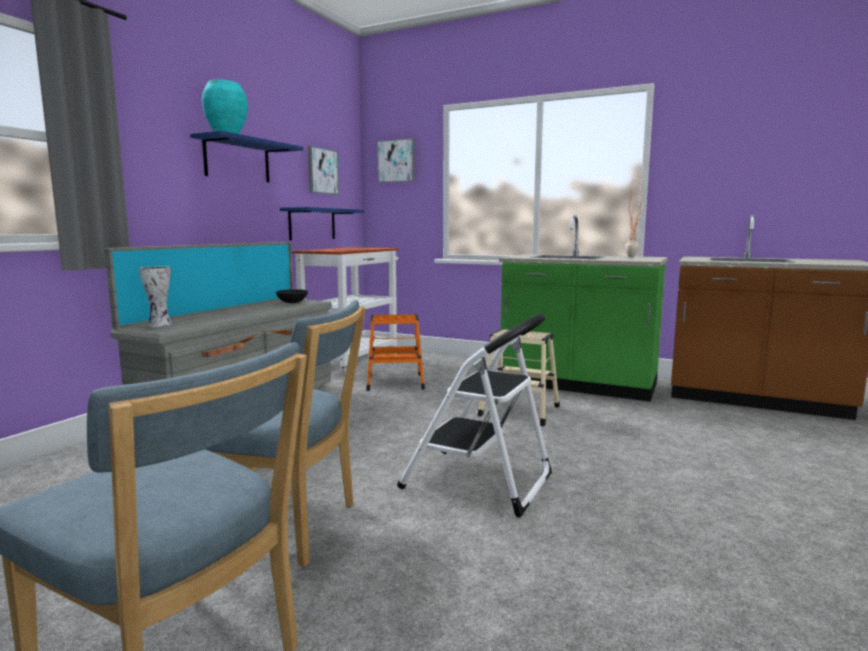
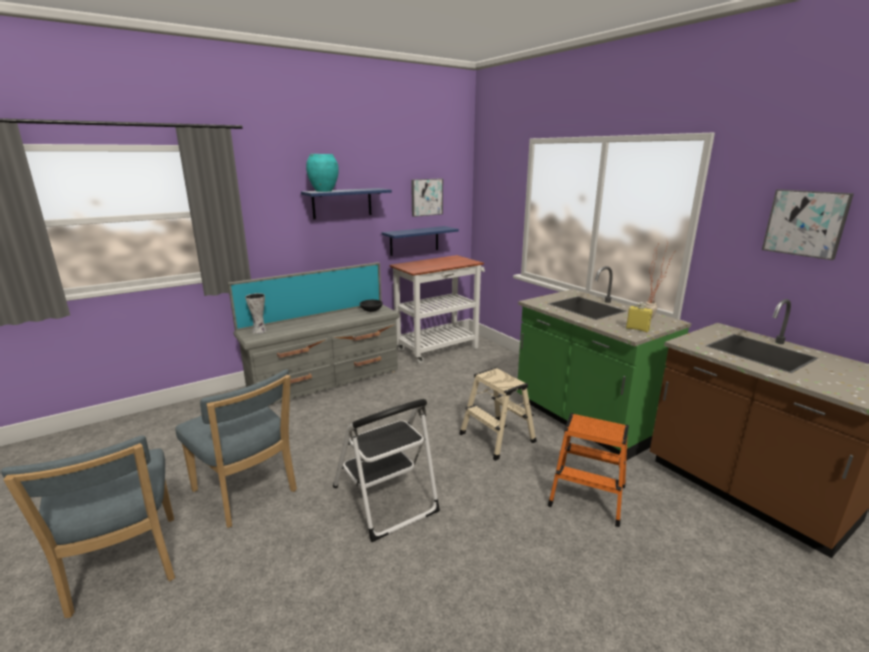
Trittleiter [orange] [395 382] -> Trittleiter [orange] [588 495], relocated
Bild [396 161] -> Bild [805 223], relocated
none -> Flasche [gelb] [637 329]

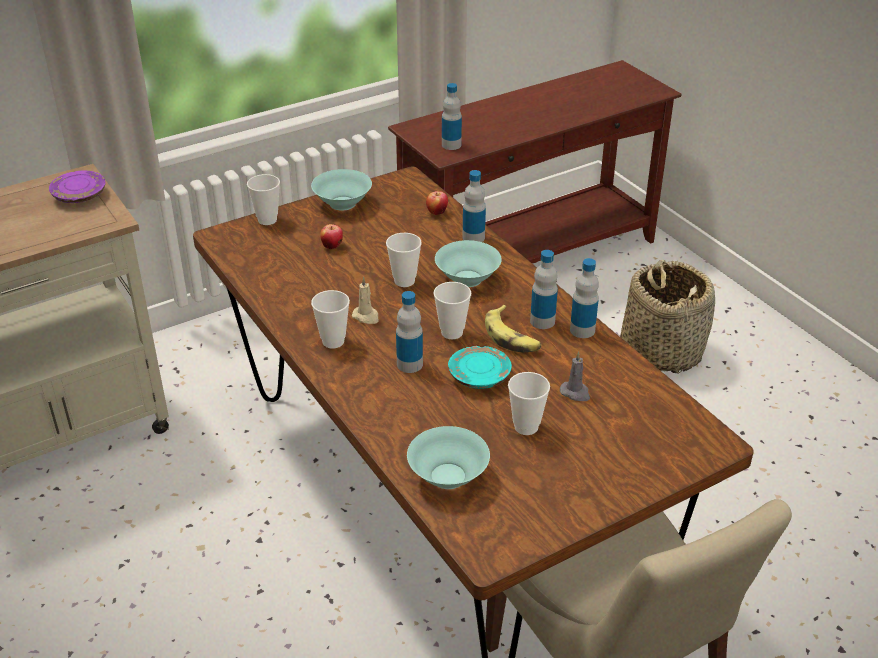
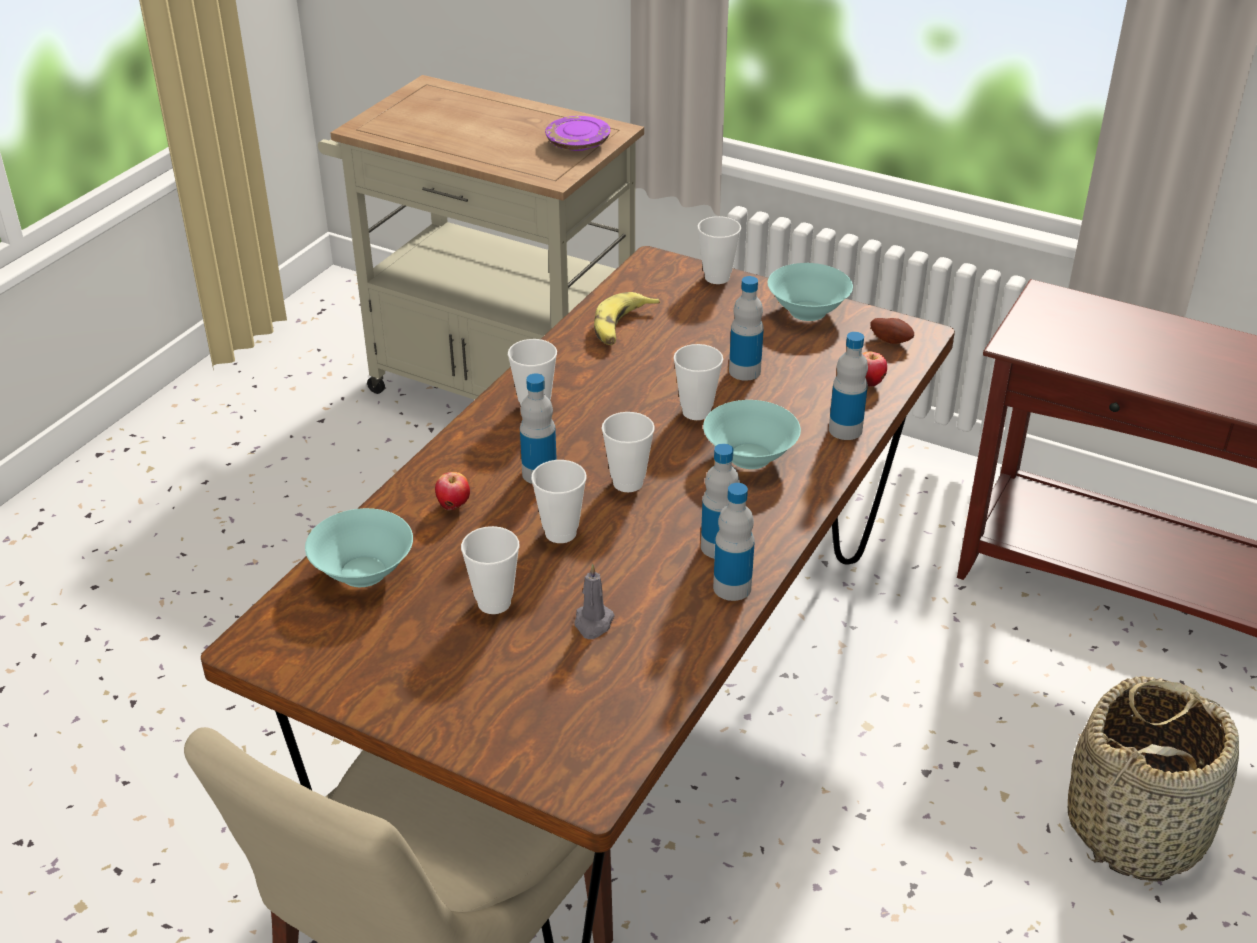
Apfel [332 246] -> Apfel [454 506], relocated
Kerze [beige] [366 317] -> none
Flasche [451 145] -> Flasche [744 371], relocated
Teller [türkis] [479 376] -> Tasse [560 533]
Banane [512 337] -> Banane [622 327], relocated
none -> Kartoffel [891 340]

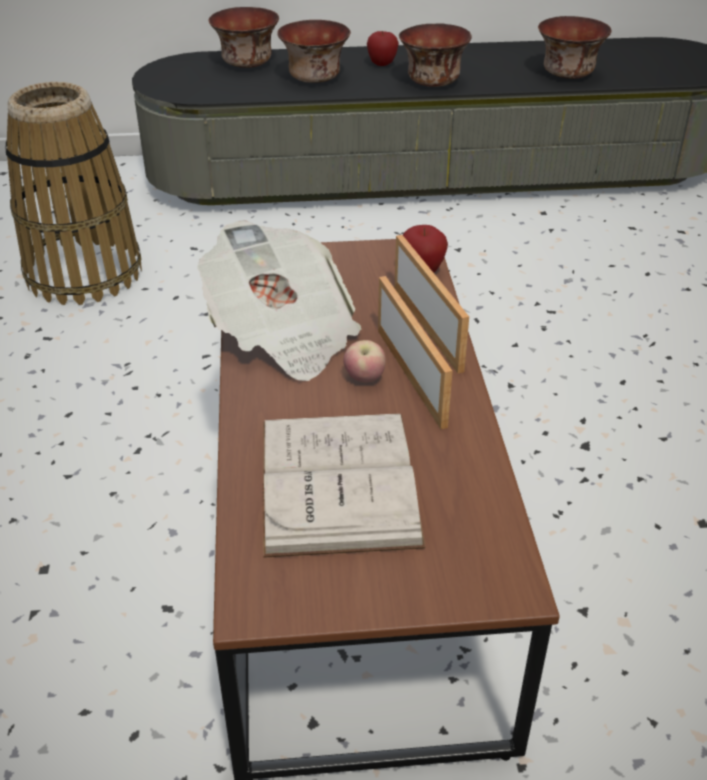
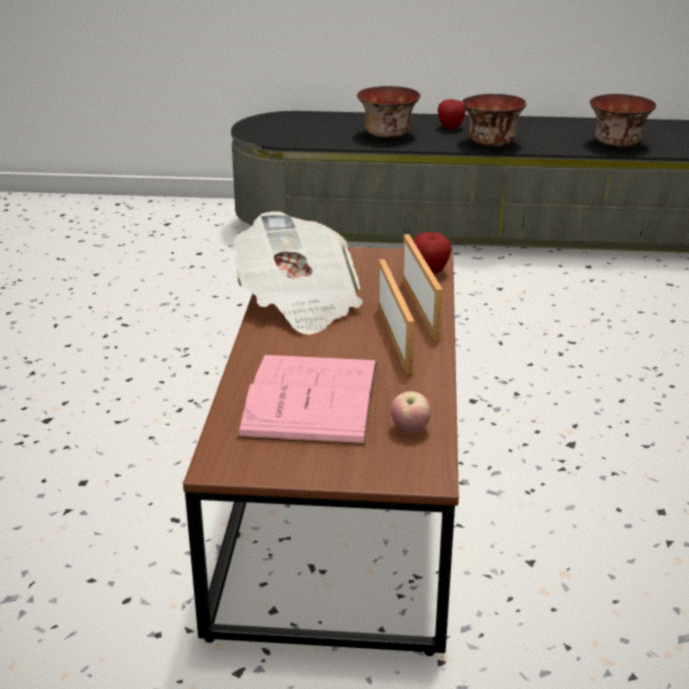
Korb [85 273] -> none
Schüssel [248 64] -> none
Buch [weiß] [338 481] -> Buch [rosa] [311 399]
Apfel [364 378] -> Apfel [410 429], relocated

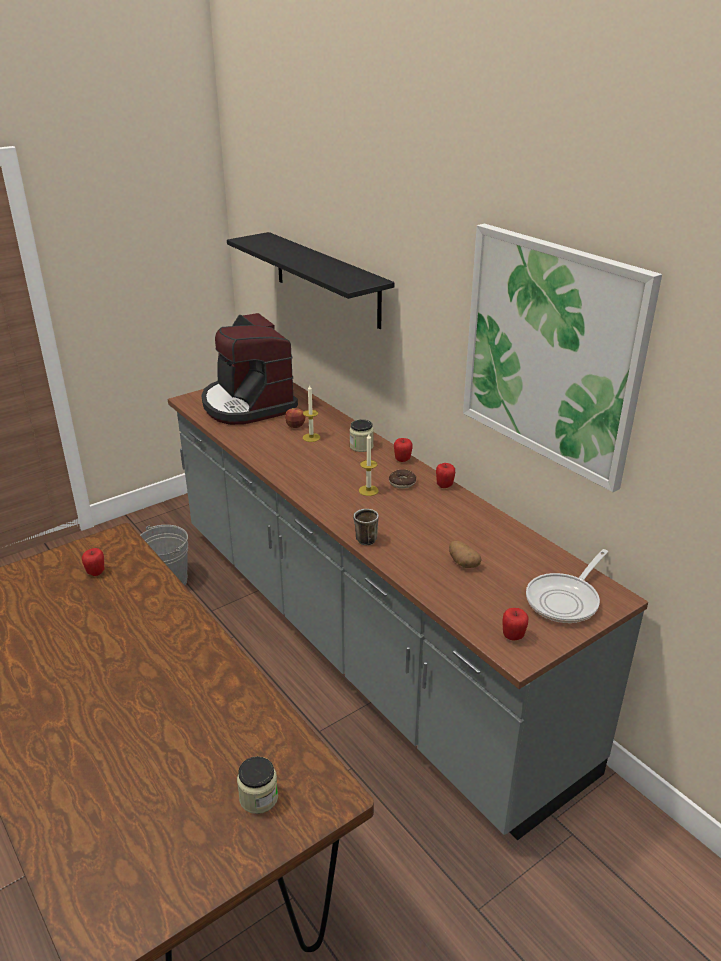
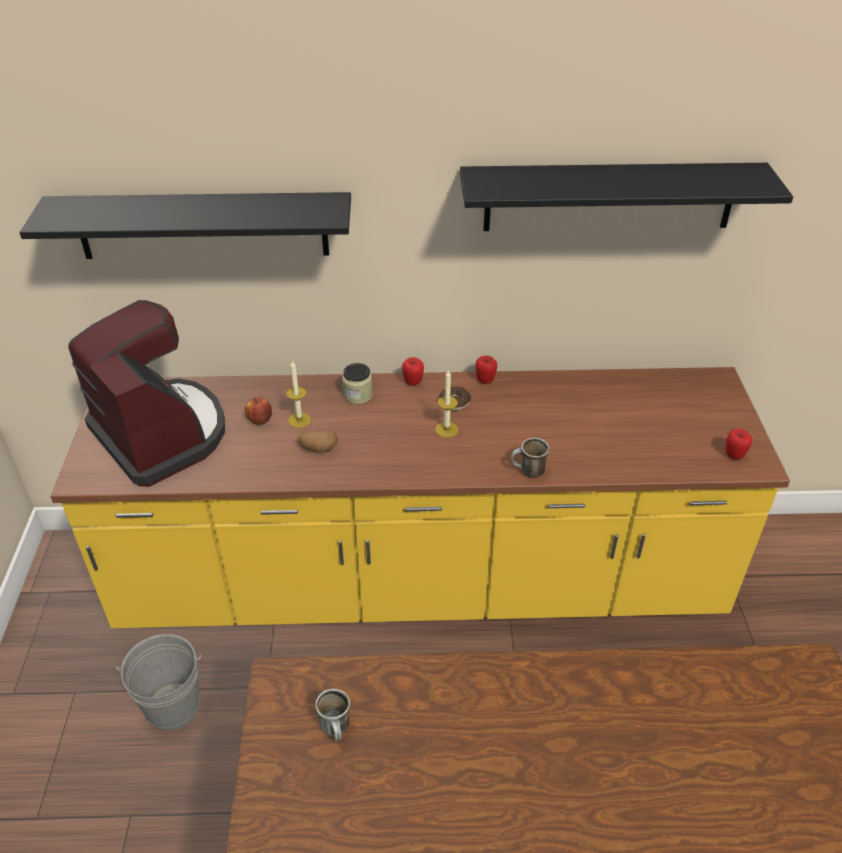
Apfel [96 572] -> Henkelbecher [337 730]
Küchenzeile [grau] [360 637] -> Küchenzeile [gelb] [421 582]
Kaffeemaschine [247 404] -> Kaffeemaschine [161 434], 135 degrees counterclockwise
Vorratsglas [258 798] -> none
Kartoffel [462 563] -> Kartoffel [318 449], relocated
Bild [551 353] -> Wandregal [schwarz] [609 197]
Pfanne [565 600] -> none

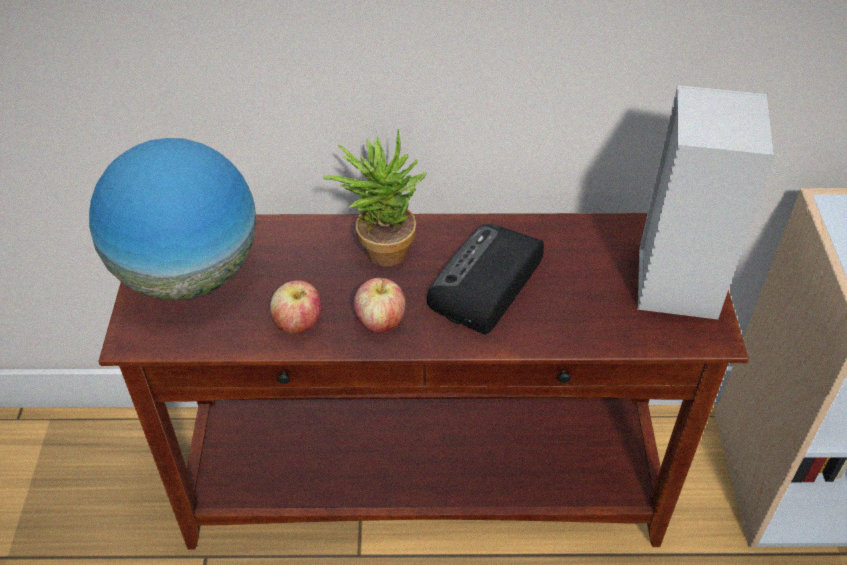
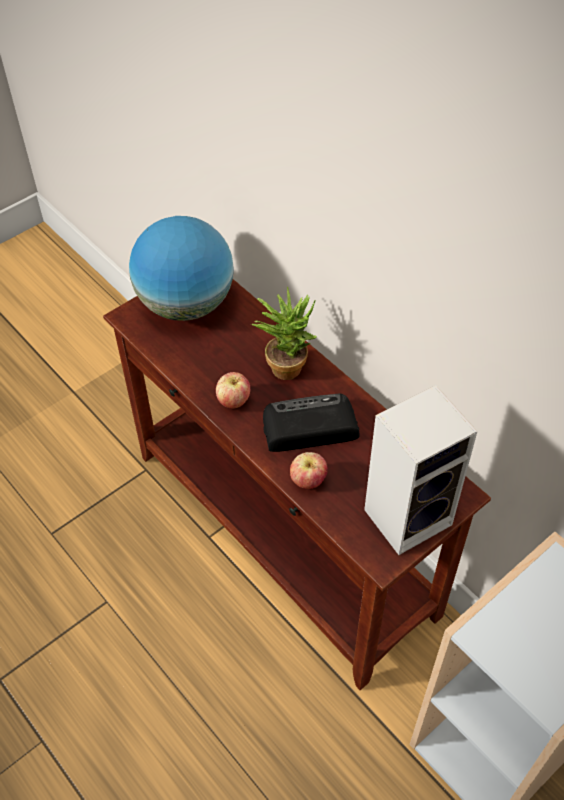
Apfel [298 324] -> Apfel [308 481], relocated

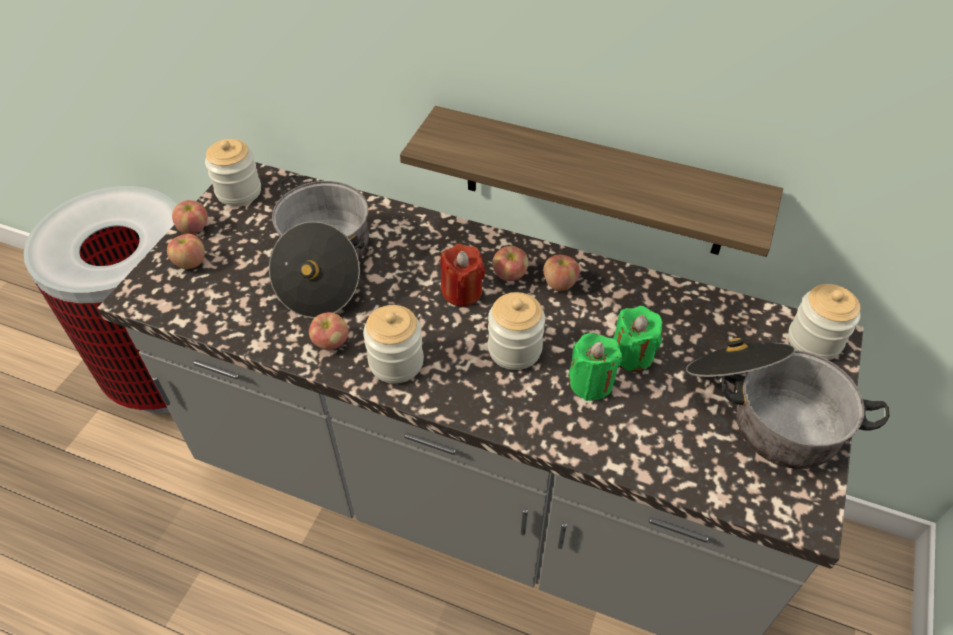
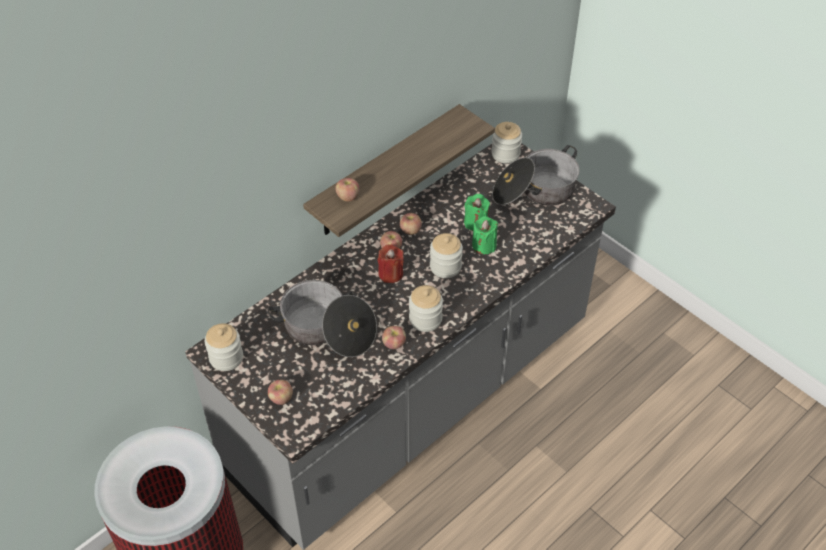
Apfel [194 228] -> Apfel [347 197], relocated

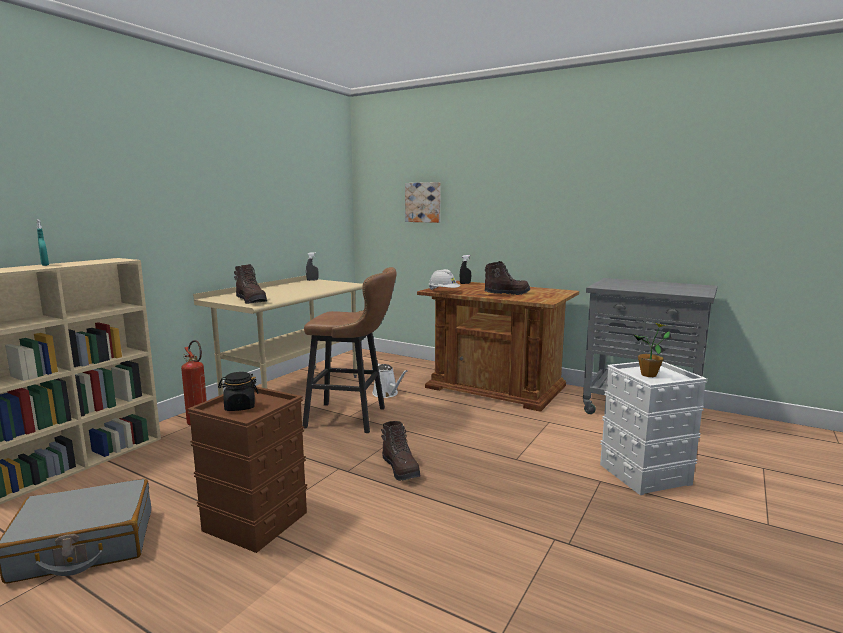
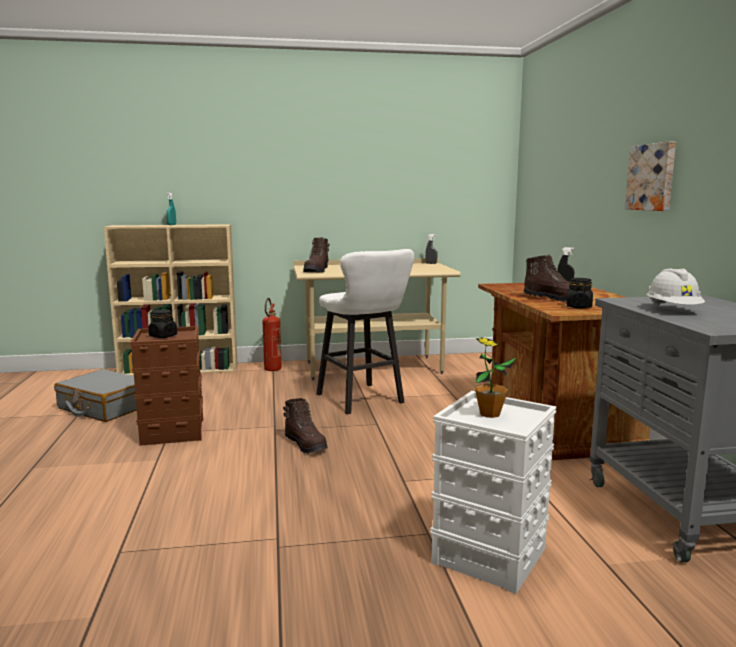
Hocker [braun] [355 418] -> Hocker [weiß] [364 401]
Gießkanne [weiß] [387 394] -> none
Stiefel [braun] [401 469] -> Stiefel [braun] [306 445], 60 degrees counterclockwise
Bild [423 202] -> Bild [652 177], relocated
Schutzhelm [weiß] [443 291] -> Schutzhelm [weiß] [673 310], relocated
none -> Vorratsglas [schwarz] [578 307]

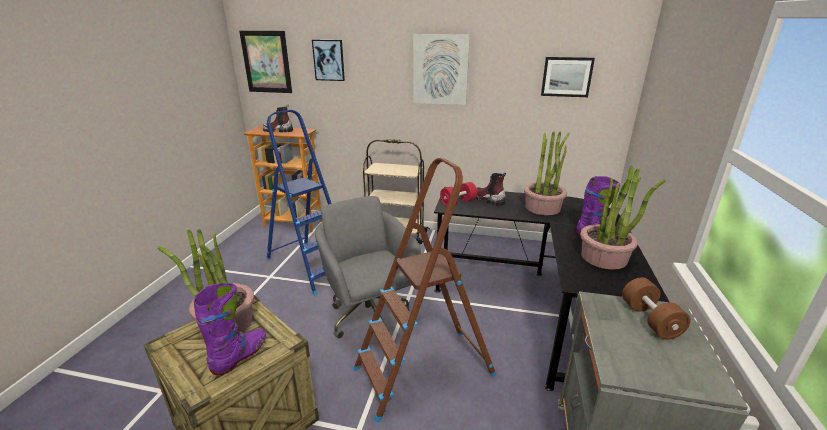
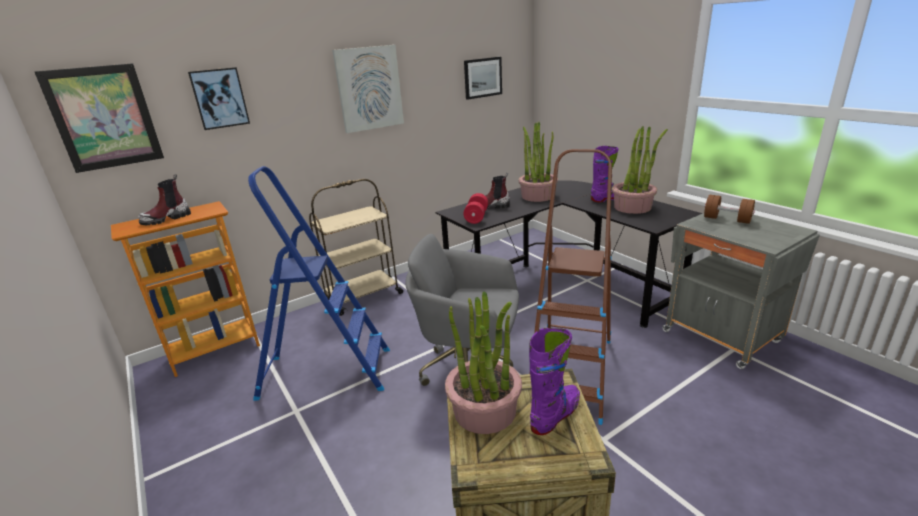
Stiefel [lila] [240 356] -> Stiefel [lila] [555 415], 60 degrees clockwise

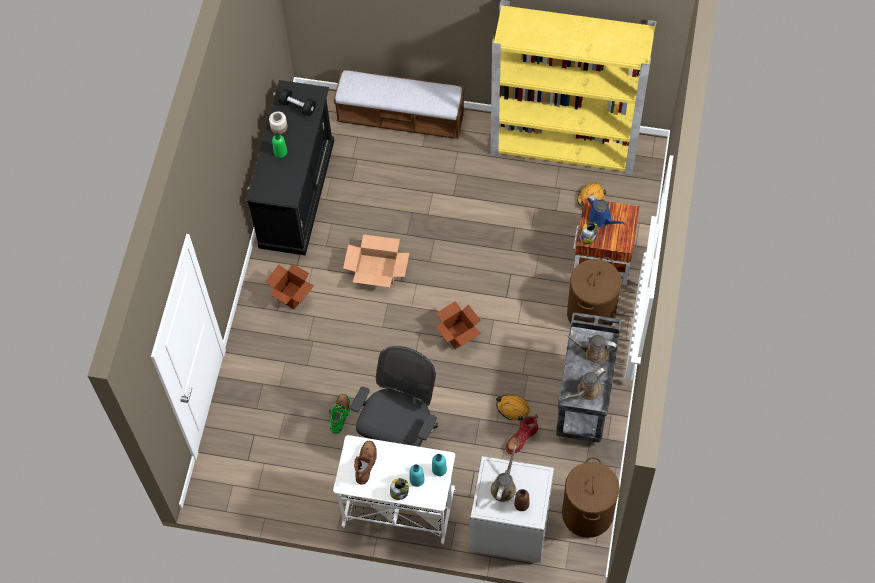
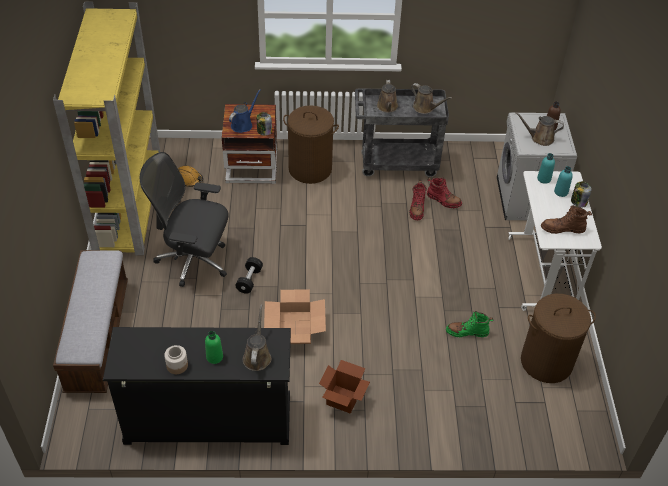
Hantel [schwarz] [297 106] -> Hantel [schwarz] [249 280], relocated
Bürostuhl [400 436] -> Bürostuhl [194 261], relocated
Karton [458 334] -> none
Schutzhelm [orange] [513 408] -> Stiefel [rot] [417 208]
Wäschekorb [braun] [587 513] -> Wäschekorb [braun] [546 361], relocated
none -> Gießkanne [braun] [257 356]

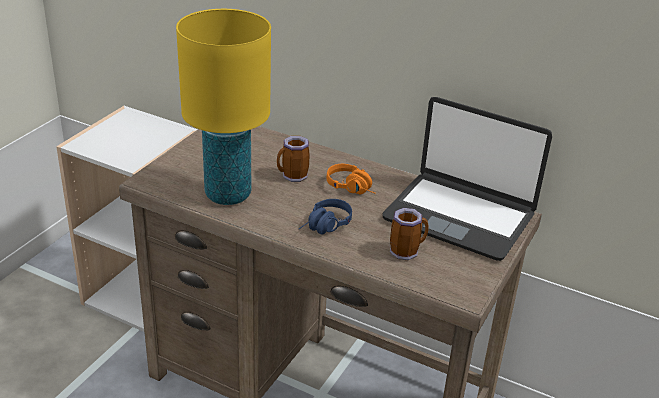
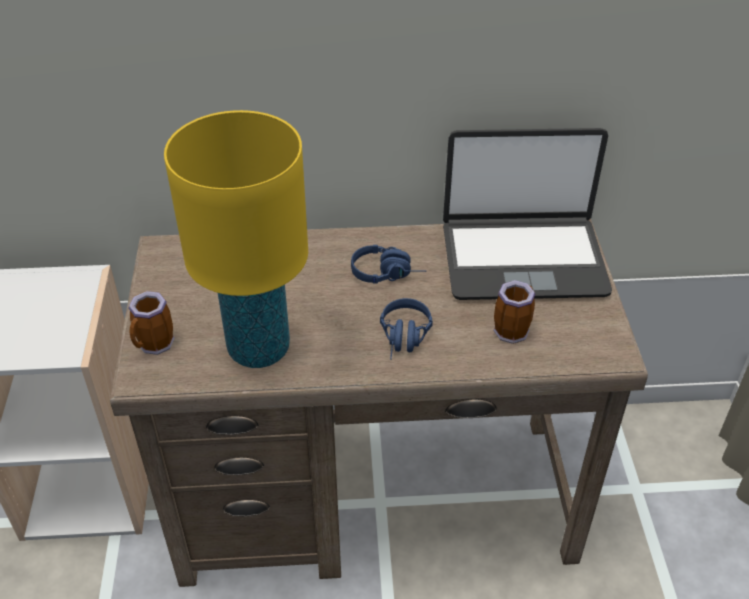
Henkelbecher [293 177] -> Henkelbecher [155 345], relocated
Kopfhörer [orange] [353 188] -> Kopfhörer [blau] [388 273]

